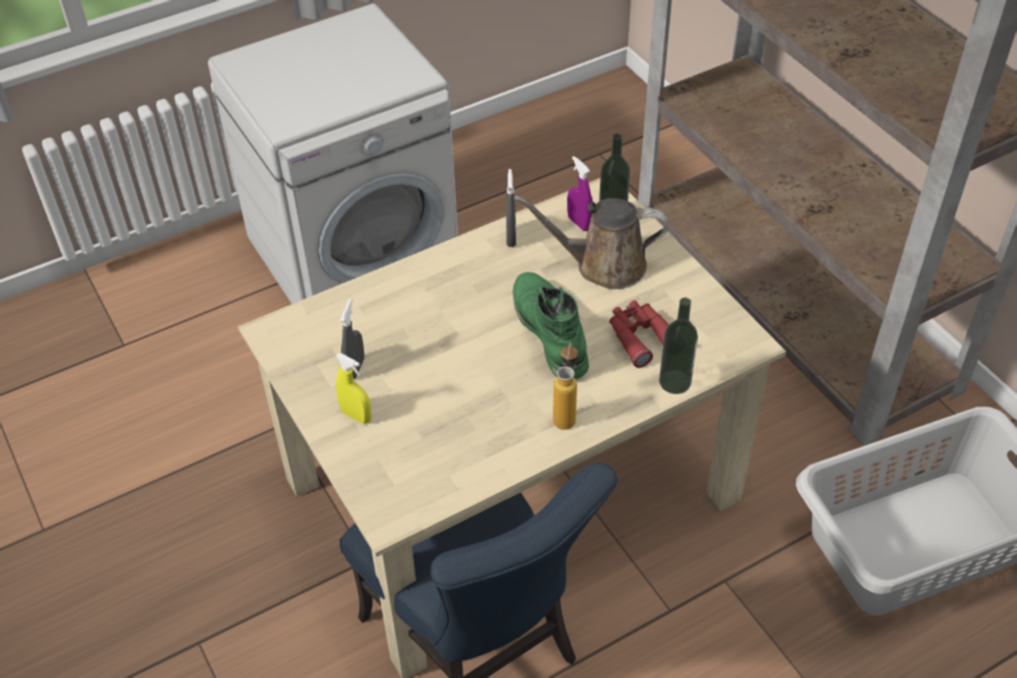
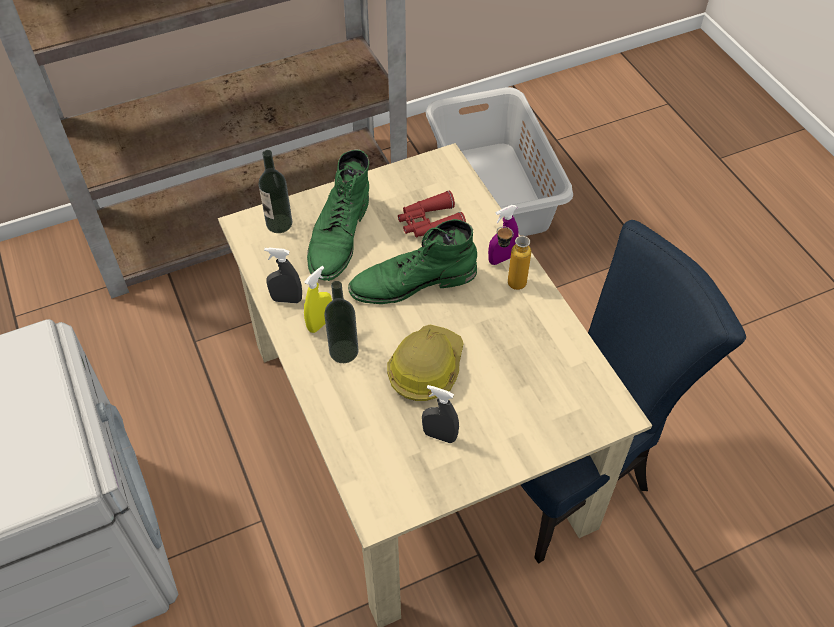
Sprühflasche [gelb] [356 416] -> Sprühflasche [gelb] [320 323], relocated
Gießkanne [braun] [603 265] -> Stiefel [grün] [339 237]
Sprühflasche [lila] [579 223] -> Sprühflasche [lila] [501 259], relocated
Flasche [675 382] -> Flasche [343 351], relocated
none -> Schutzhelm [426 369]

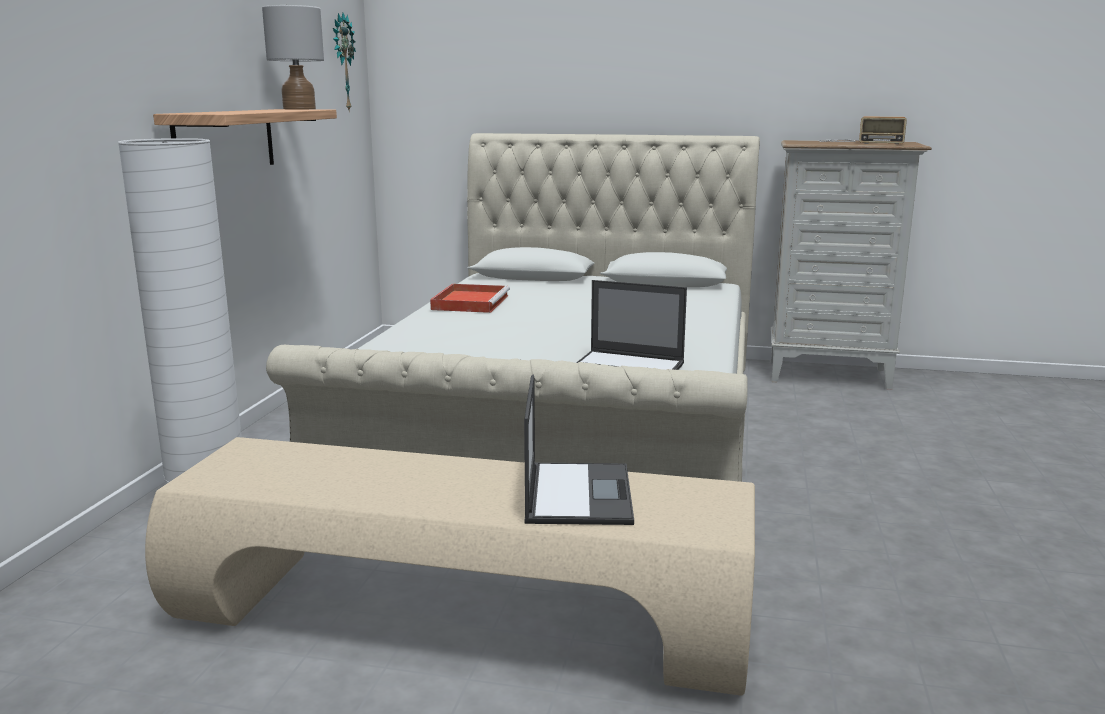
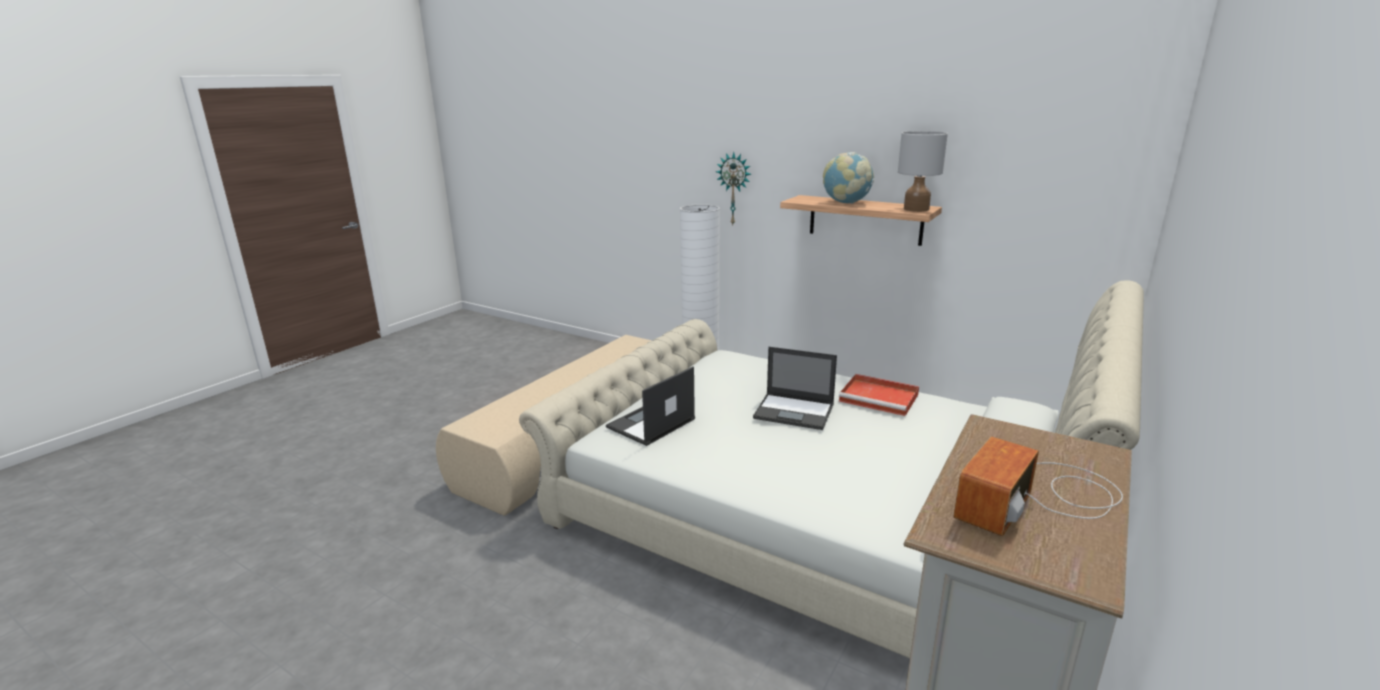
Wanduhr [342 62] -> Wanduhr [734 189], relocated
Laptop [577 493] -> Laptop [795 412], relocated
none -> Globus [846 203]

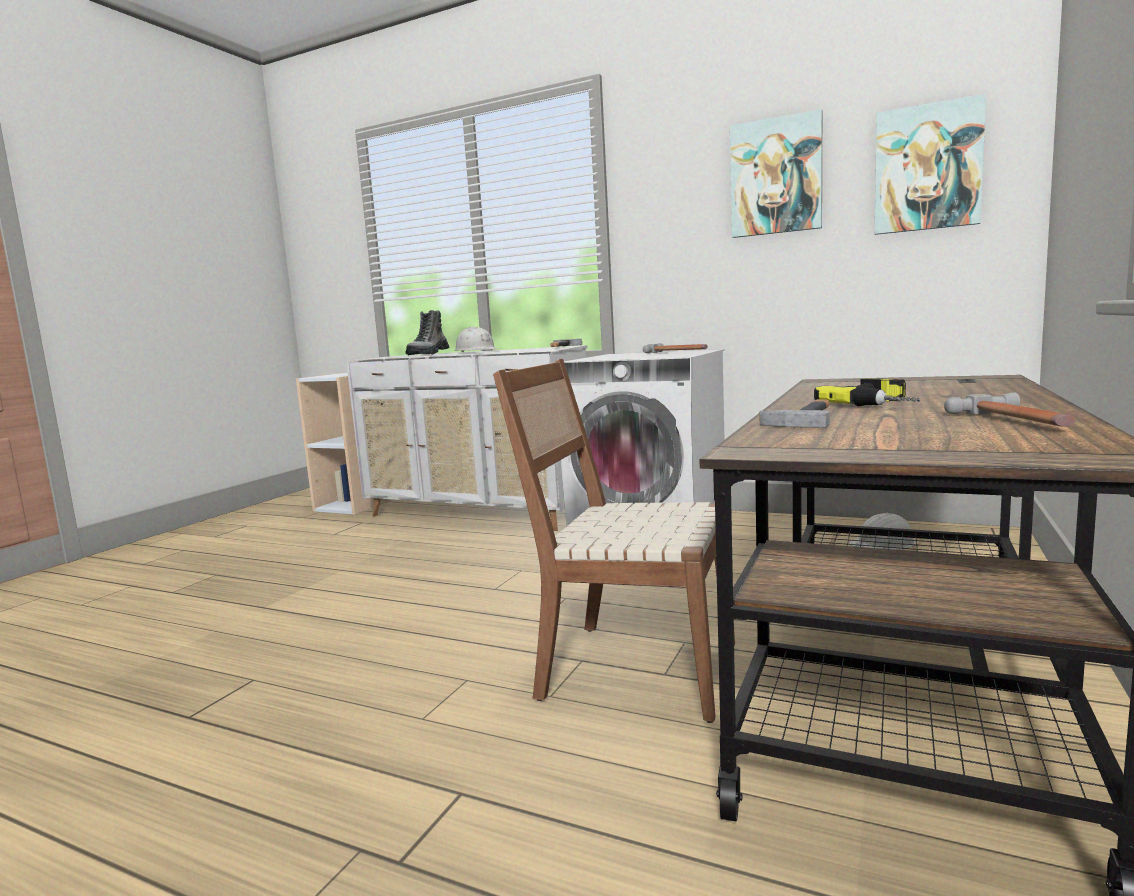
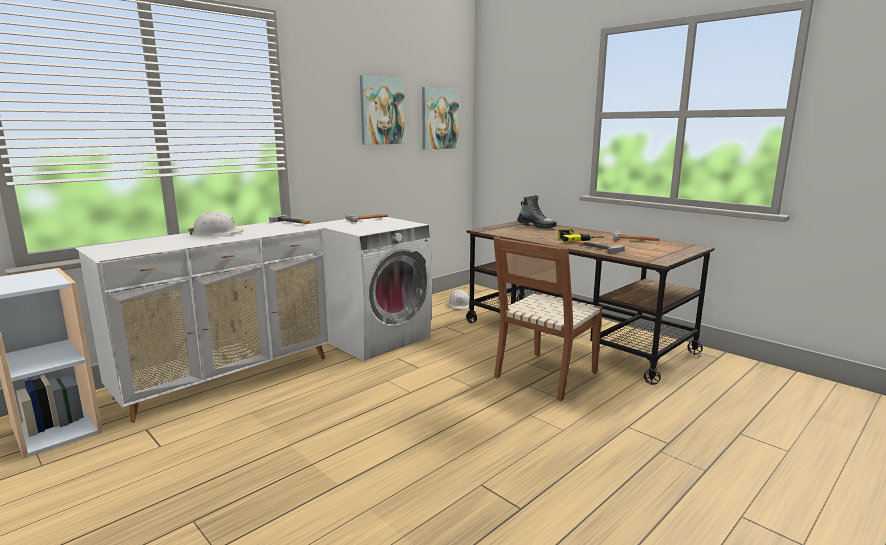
Stiefel [428 354] -> Stiefel [536 226], relocated

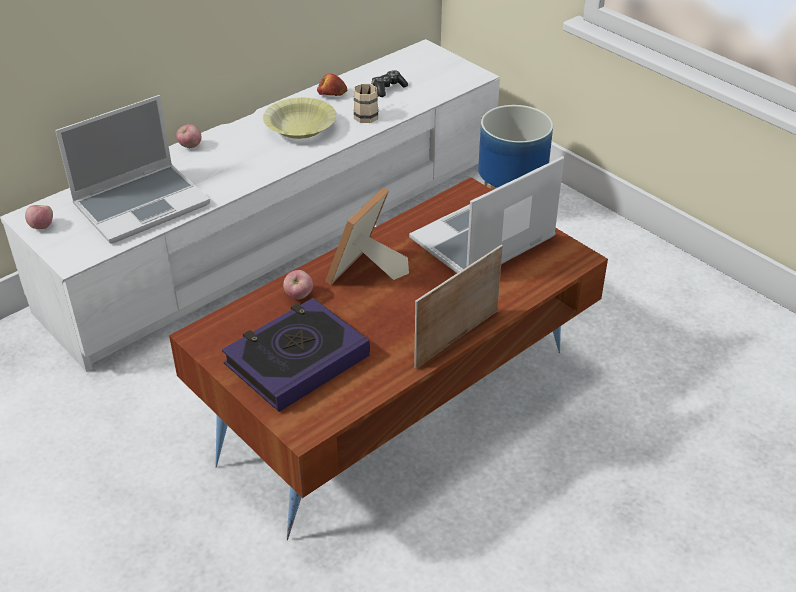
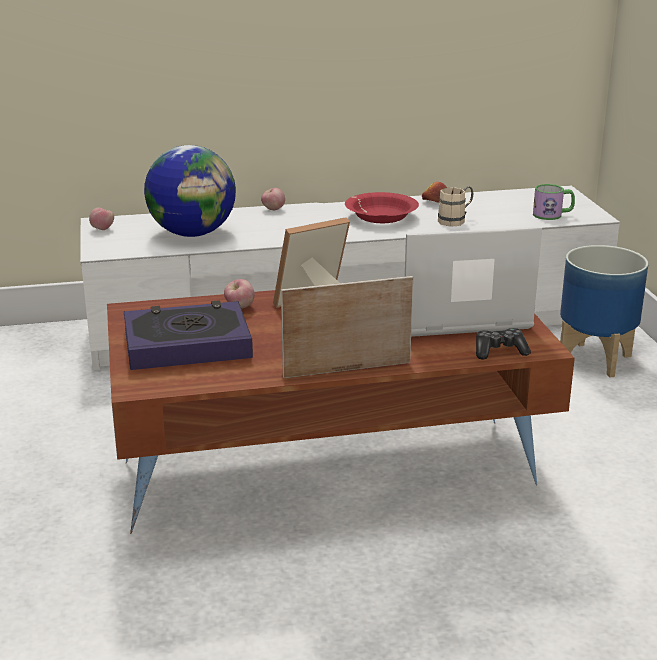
Laptop [142 204] -> Globus [193 233]
Schüssel [gelb] [300 128] -> Schüssel [rot] [381 217]
Gamepad [388 88] -> Gamepad [499 351], relocated
none -> Henkelbecher [552 215]

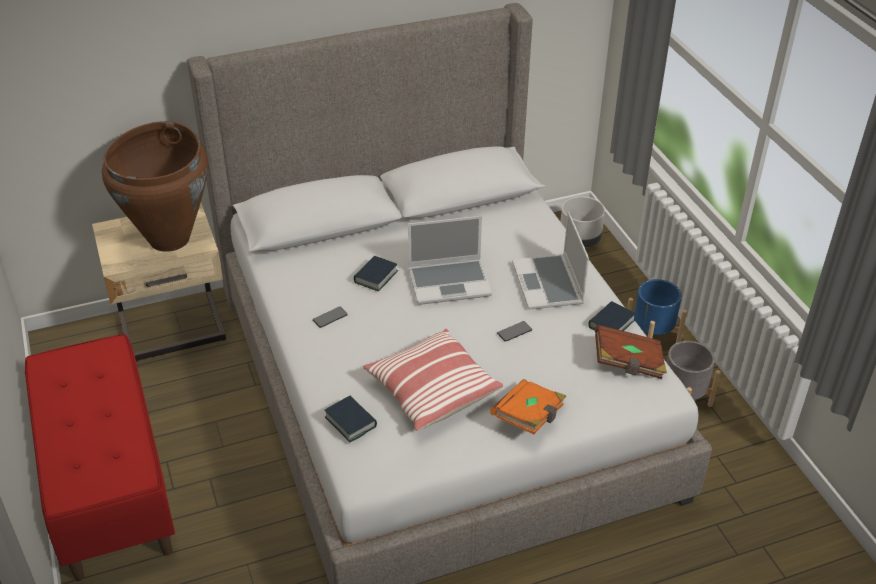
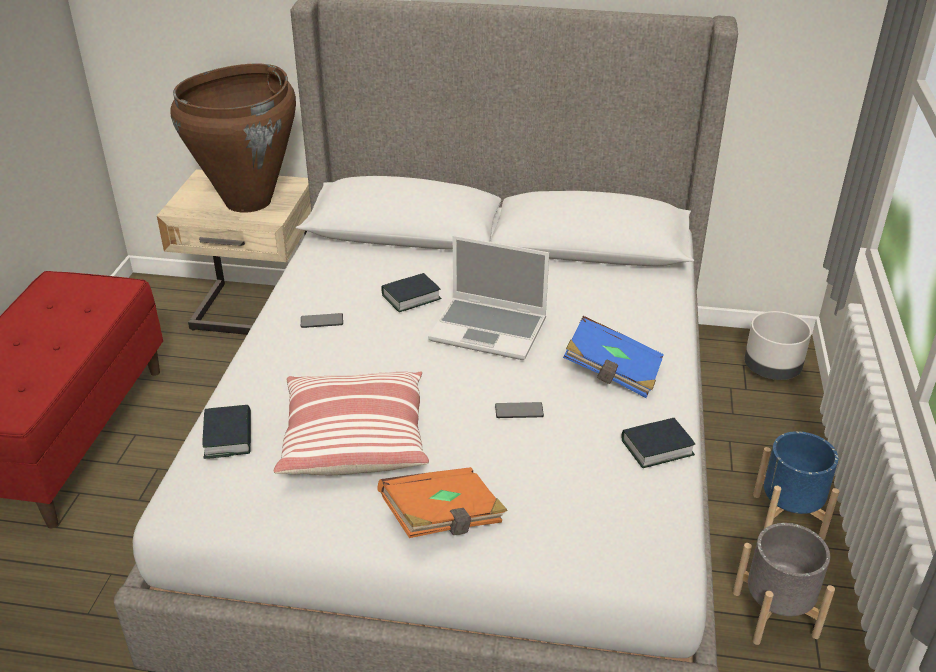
Laptop [549 284] -> Buch [blau] [612 373]
Buch [braun] [628 363] -> none

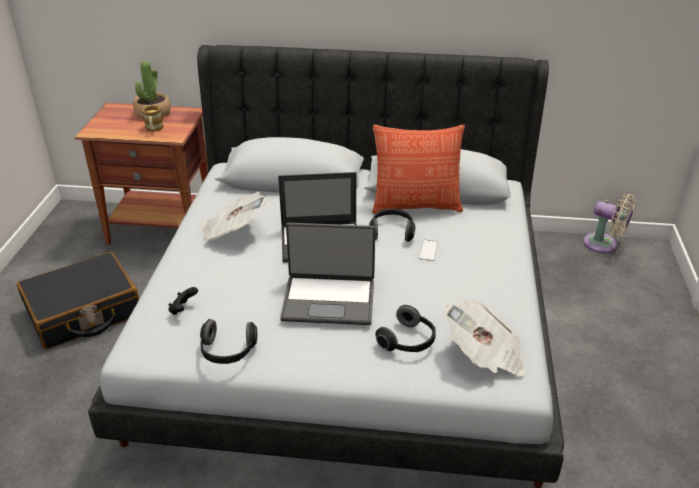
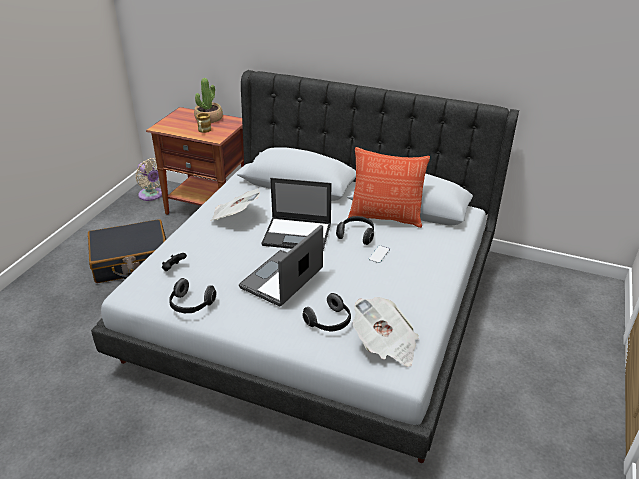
Laptop [329 300] -> Laptop [283 280], 105 degrees clockwise
Ventilator [beige] [604 245] -> Ventilator [beige] [152 195], relocated

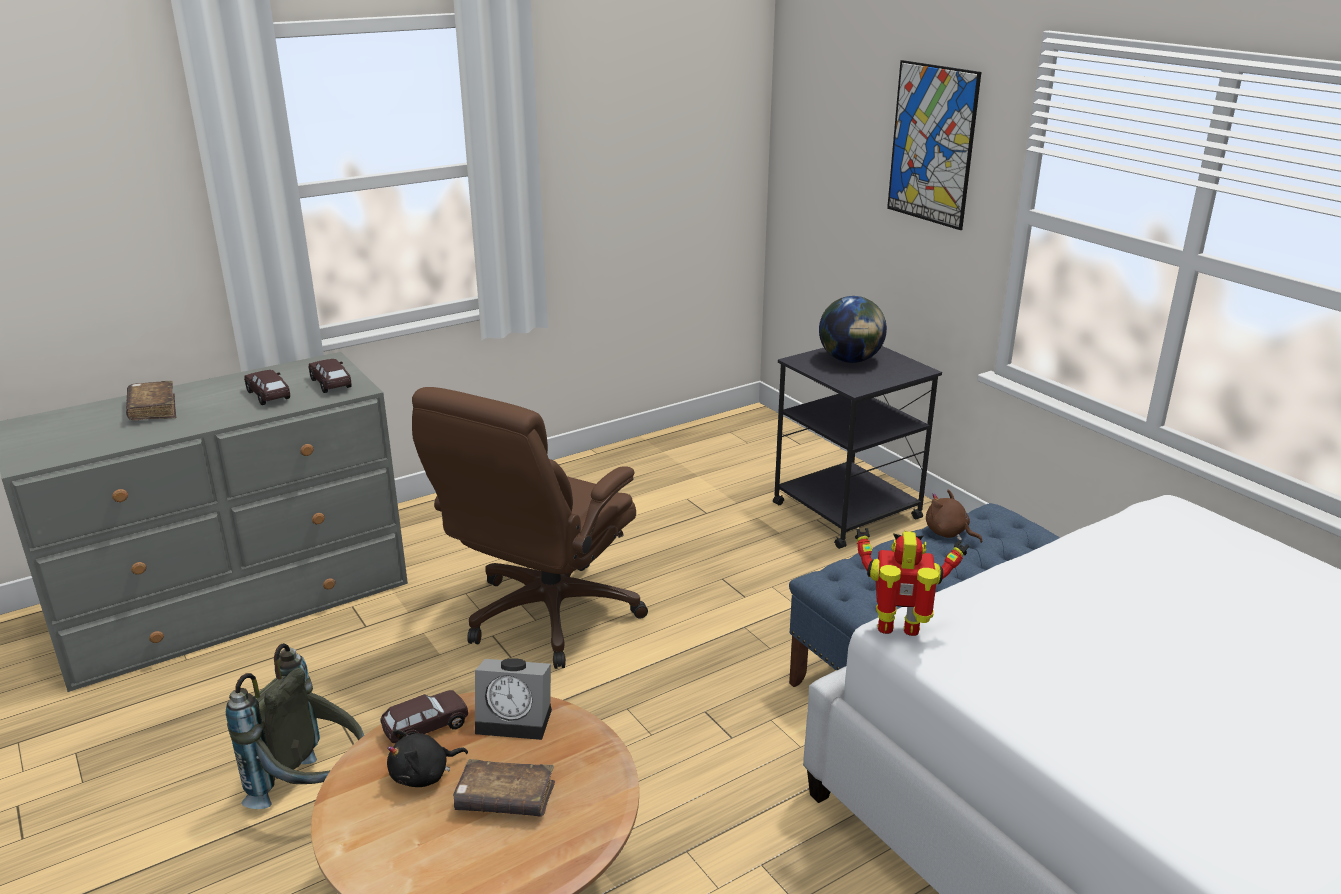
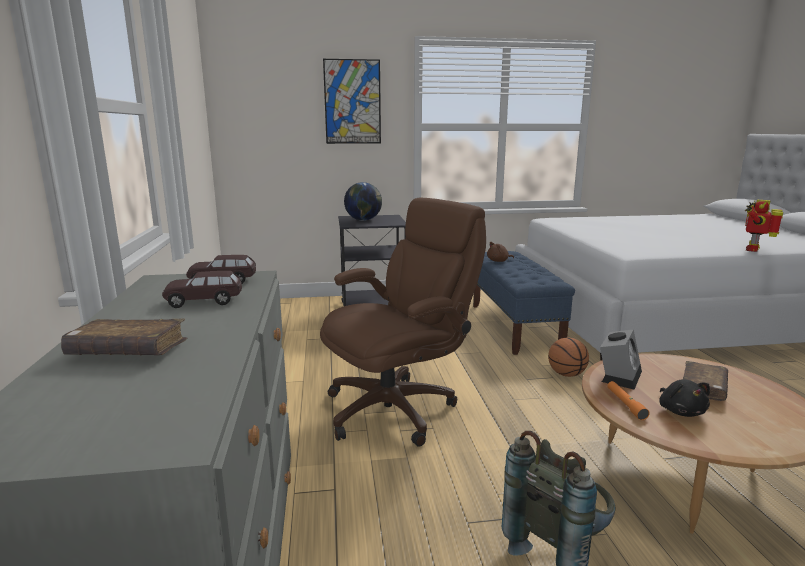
Spielzeugauto [braun] [426 728] -> Taschenlampe [orange] [625 404]
Bürostuhl [braun] [542 620] -> Bürostuhl [braun] [398 408], 90 degrees counterclockwise
Spielzeugroboter [900 631] -> Spielzeugroboter [754 249], relocated
none -> Basketball [566 374]

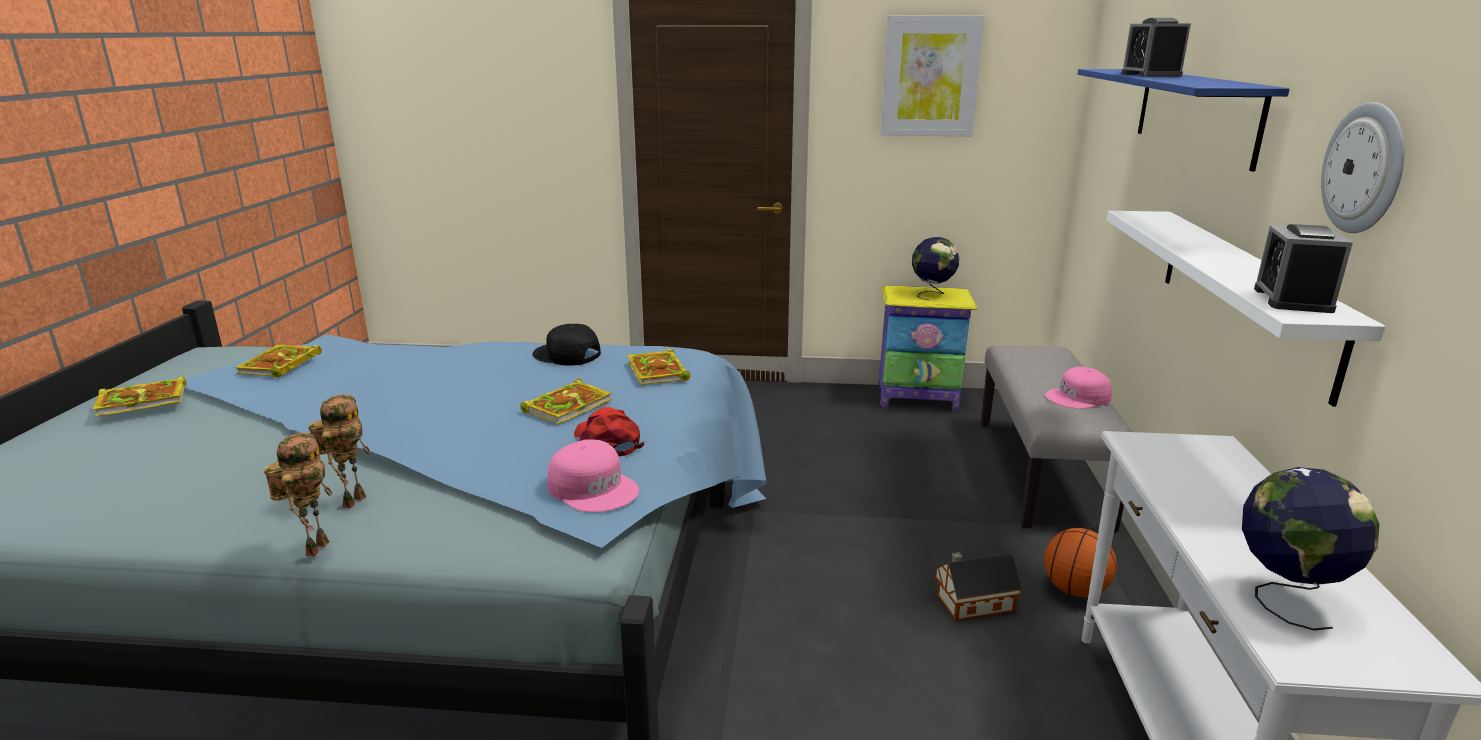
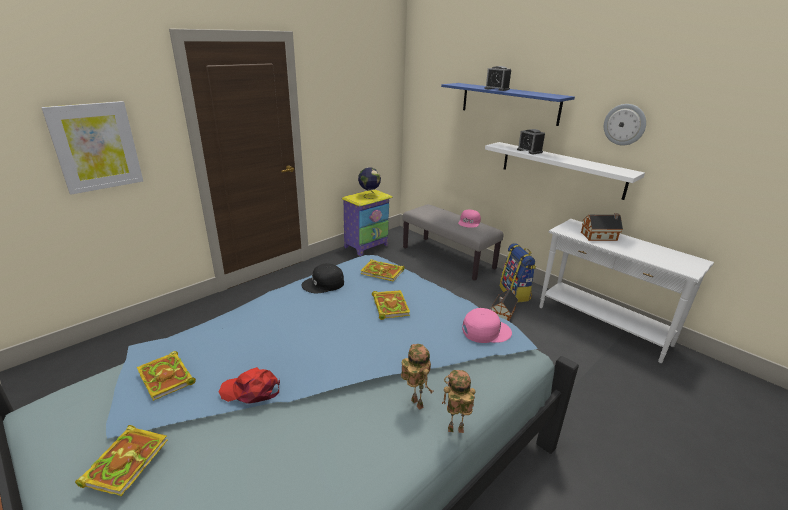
Spielzeugroboter [315 547] -> Spielzeugroboter [454 431], 45 degrees counterclockwise
Kappe [rot] [607 440] -> Kappe [rot] [251 390], relocated
Bild [930 76] -> Bild [96 147], relocated
Basketball [1074 590] -> Rucksack [515 293]
Globus [1285 599] -> none
Wecker [1292 300] -> Wecker [529 151], relocated
none -> Spielzeughaus [600 236]

